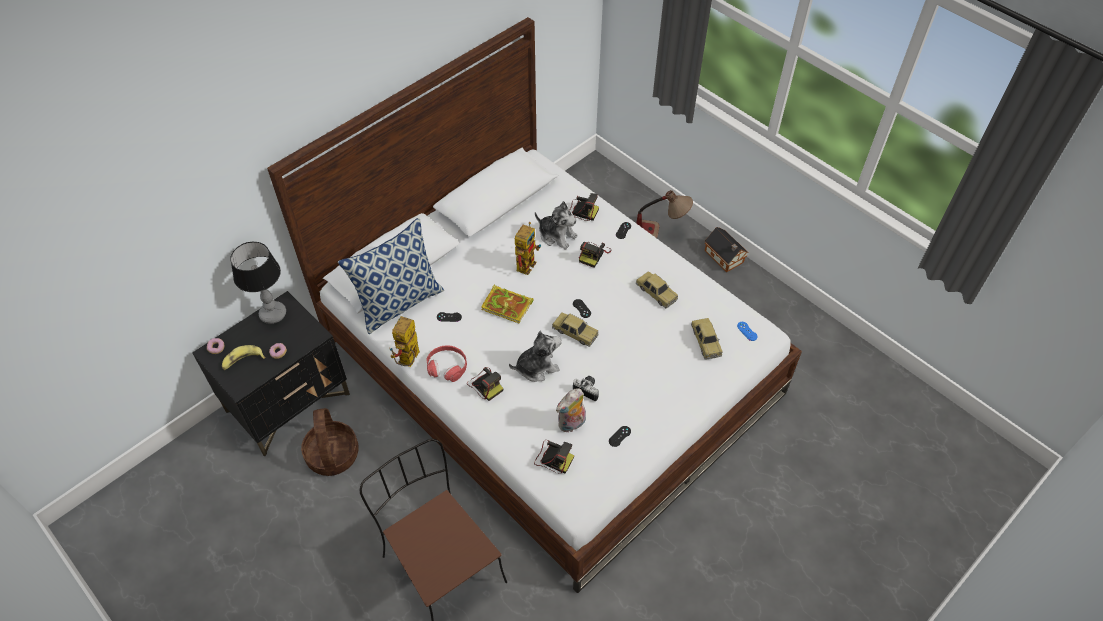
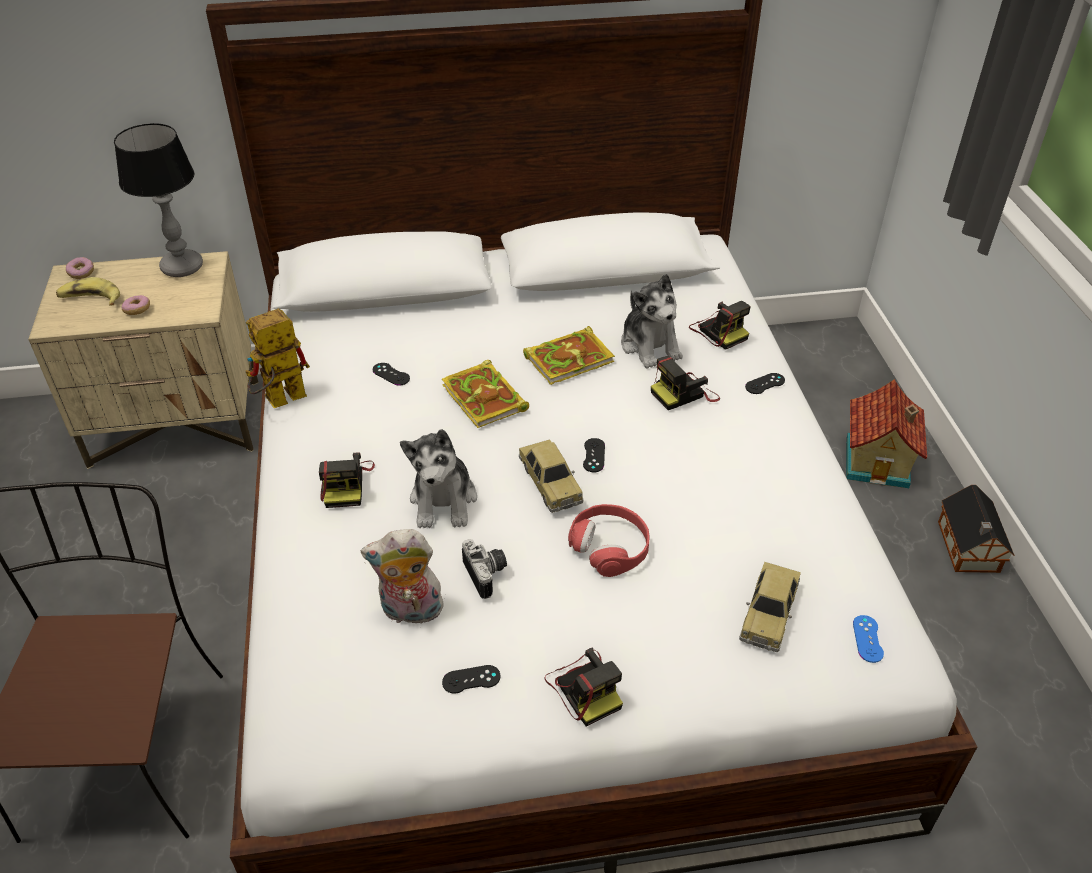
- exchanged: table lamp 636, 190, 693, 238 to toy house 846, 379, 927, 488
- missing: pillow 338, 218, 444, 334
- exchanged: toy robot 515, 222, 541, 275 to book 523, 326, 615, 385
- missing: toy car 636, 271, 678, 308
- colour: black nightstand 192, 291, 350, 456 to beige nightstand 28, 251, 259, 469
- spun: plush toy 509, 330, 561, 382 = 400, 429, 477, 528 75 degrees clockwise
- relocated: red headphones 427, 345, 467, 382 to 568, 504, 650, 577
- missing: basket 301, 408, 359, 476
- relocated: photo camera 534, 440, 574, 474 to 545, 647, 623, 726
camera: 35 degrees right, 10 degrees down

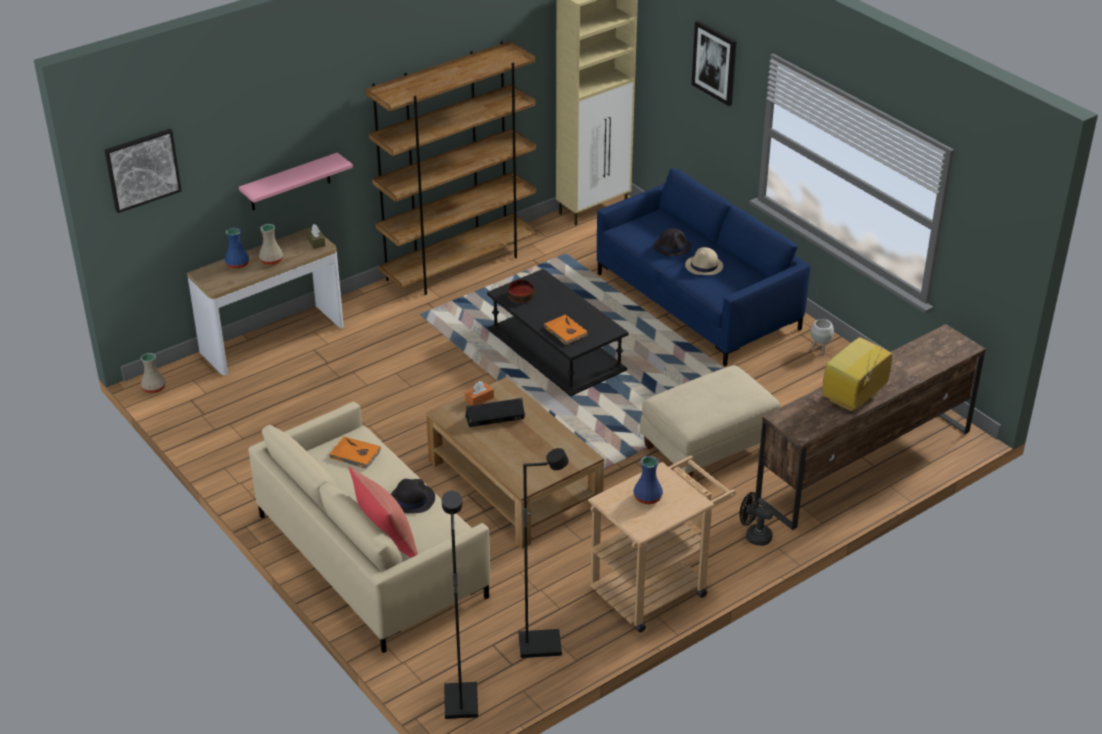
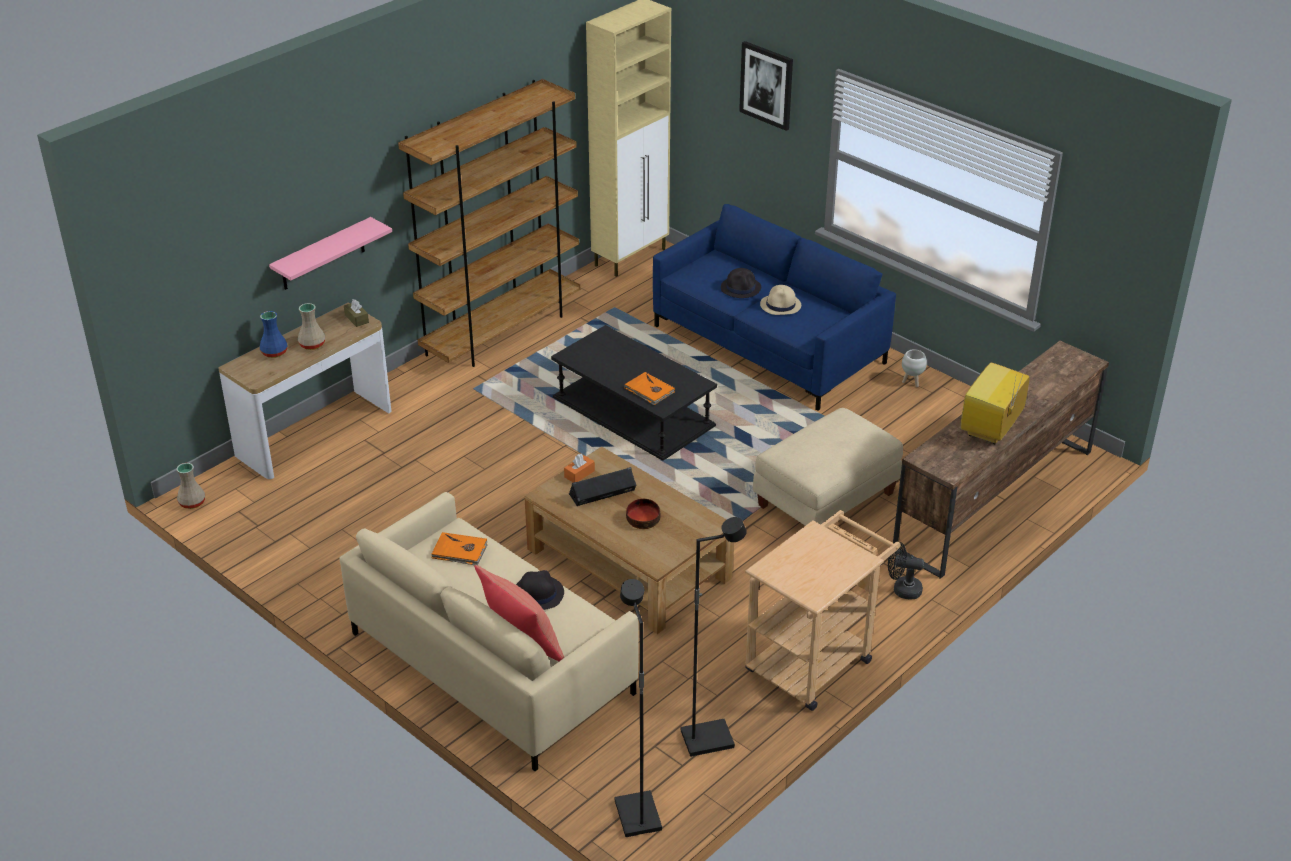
- missing: picture 105, 129, 182, 213
- relocated: bowl 508, 280, 535, 303 to 626, 499, 661, 529
- missing: blue vase 634, 456, 663, 504
camera: 10 degrees left, 0 degrees up

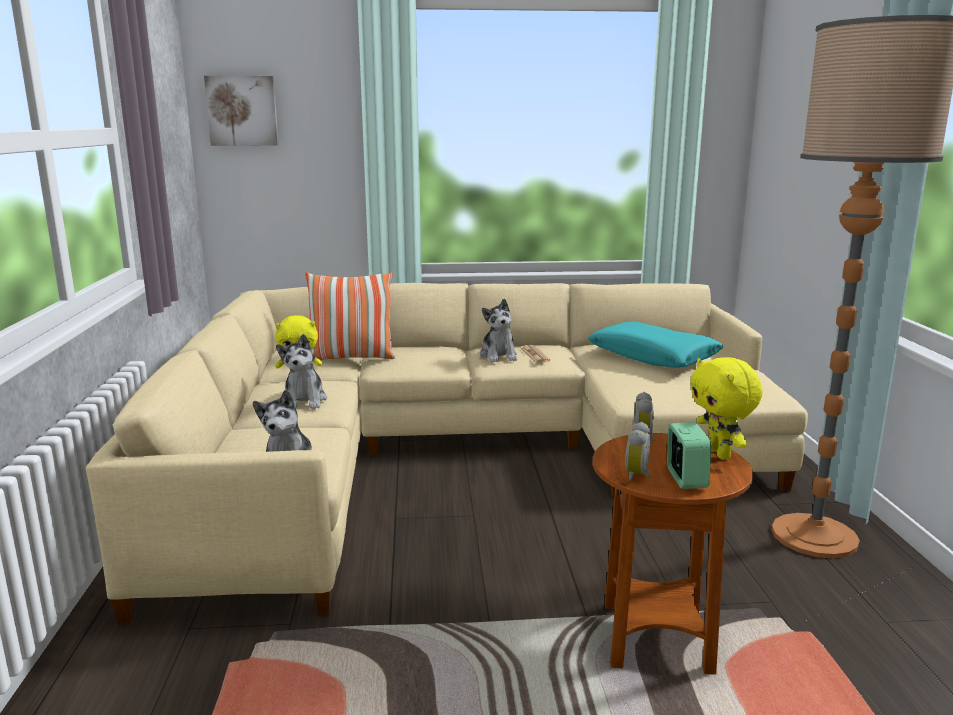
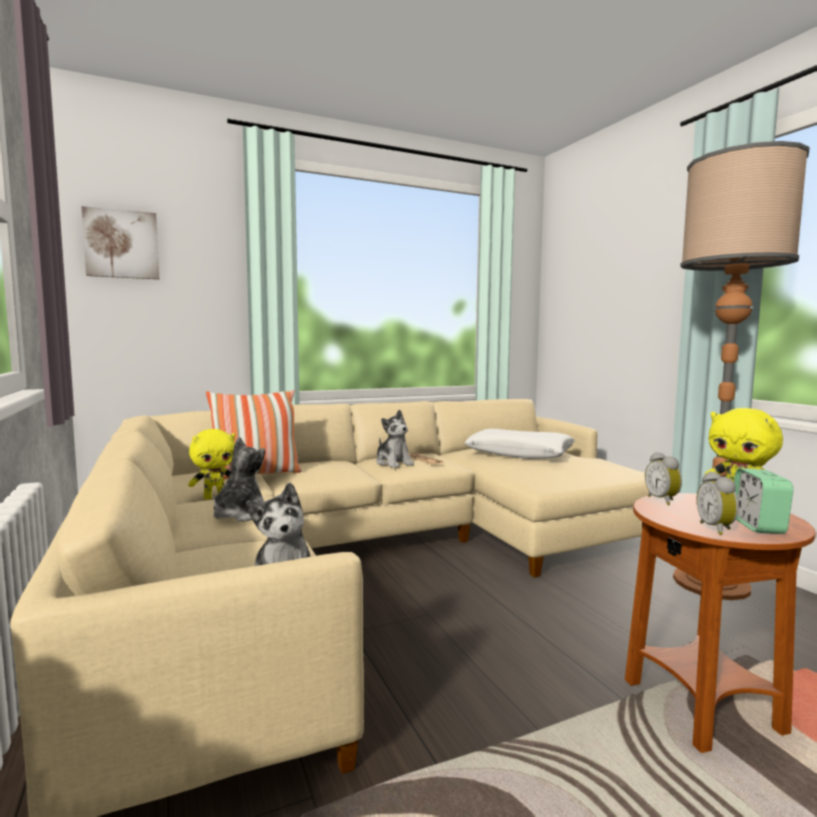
- colour: turquoise pillow 588, 322, 723, 368 to white pillow 464, 429, 575, 459
- spun: plush toy 276, 334, 327, 409 = 213, 436, 265, 522 135 degrees counterclockwise
- spun: alarm clock 667, 422, 711, 489 = 734, 468, 793, 534 150 degrees counterclockwise
camera: 20 degrees left, 10 degrees down

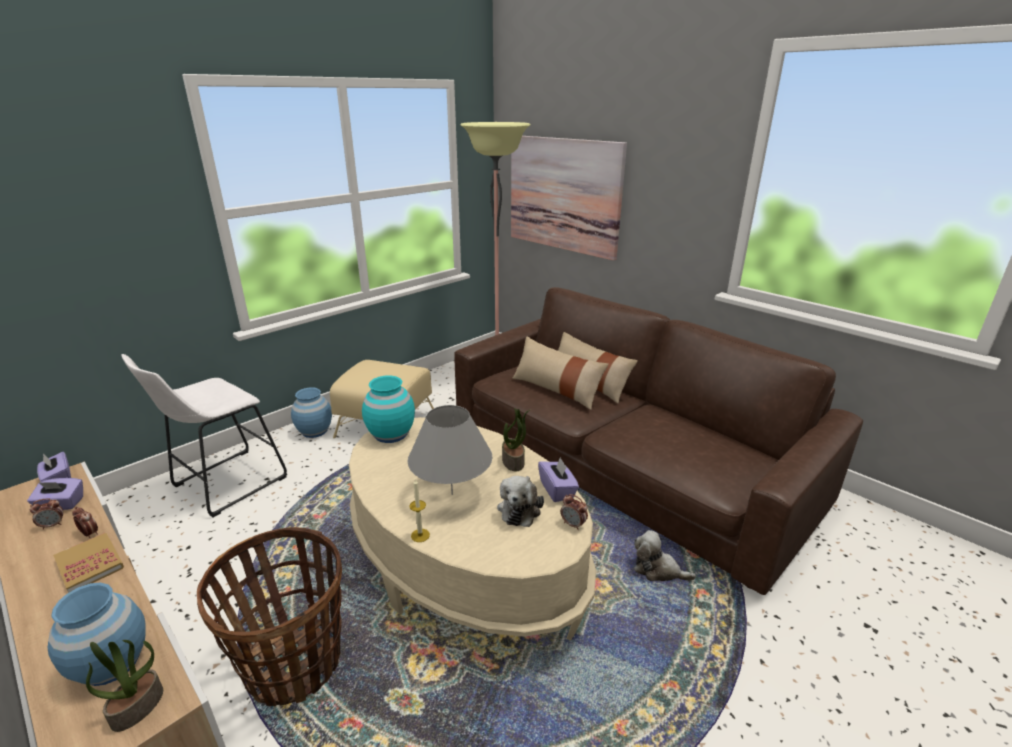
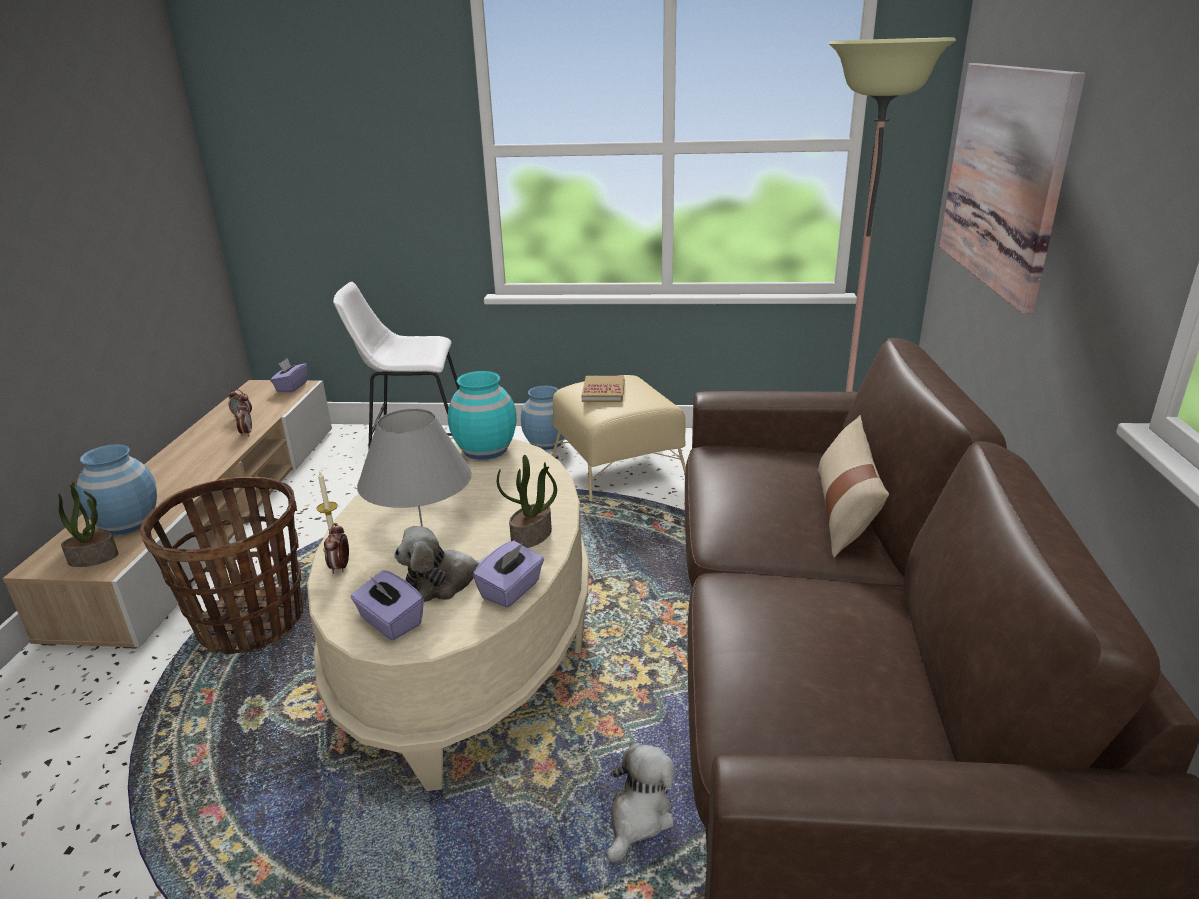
- missing: beige pillow 513, 337, 609, 410
- relocated: purple tissue box 27, 478, 83, 510 to 351, 571, 424, 640
- relocated: alarm clock 561, 494, 588, 530 to 324, 523, 349, 574
- spun: plush toy 634, 530, 696, 581 = 607, 743, 675, 862 45 degrees clockwise
- relocated: book 53, 533, 124, 593 to 581, 376, 625, 402
camera: 50 degrees right, 0 degrees up

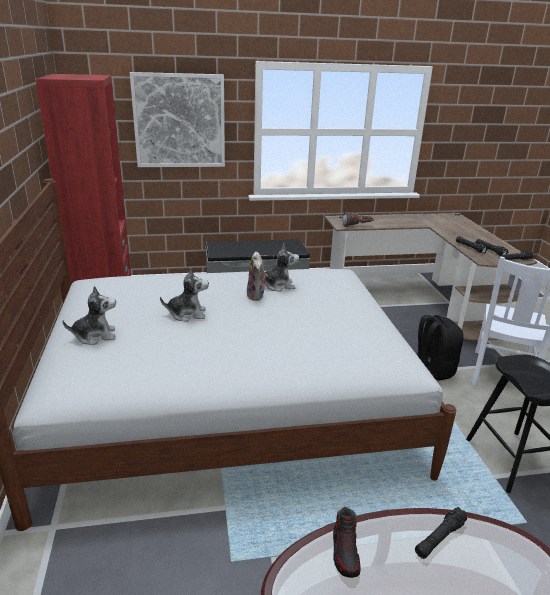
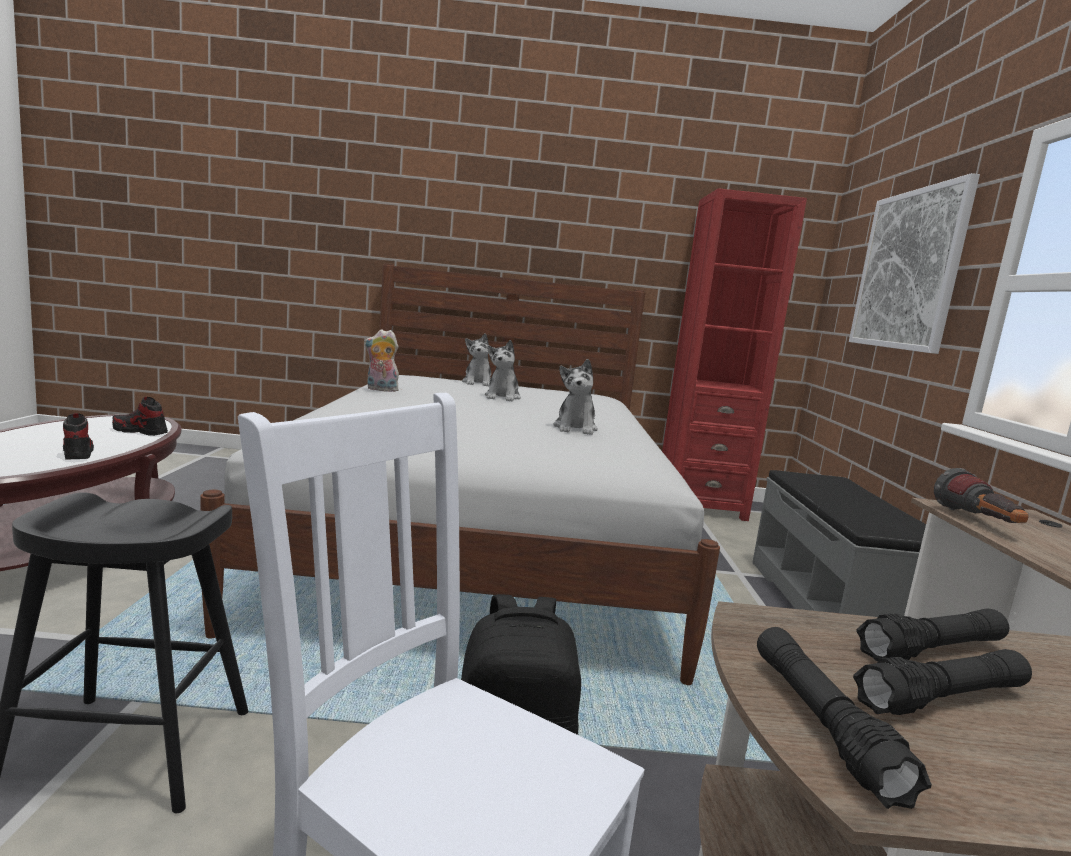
- relocated: plush toy 246, 251, 268, 301 to 364, 329, 399, 392
- exchanged: black flashlight 415, 507, 468, 559 to shoe 63, 413, 94, 460
camera: 100 degrees right, 15 degrees down

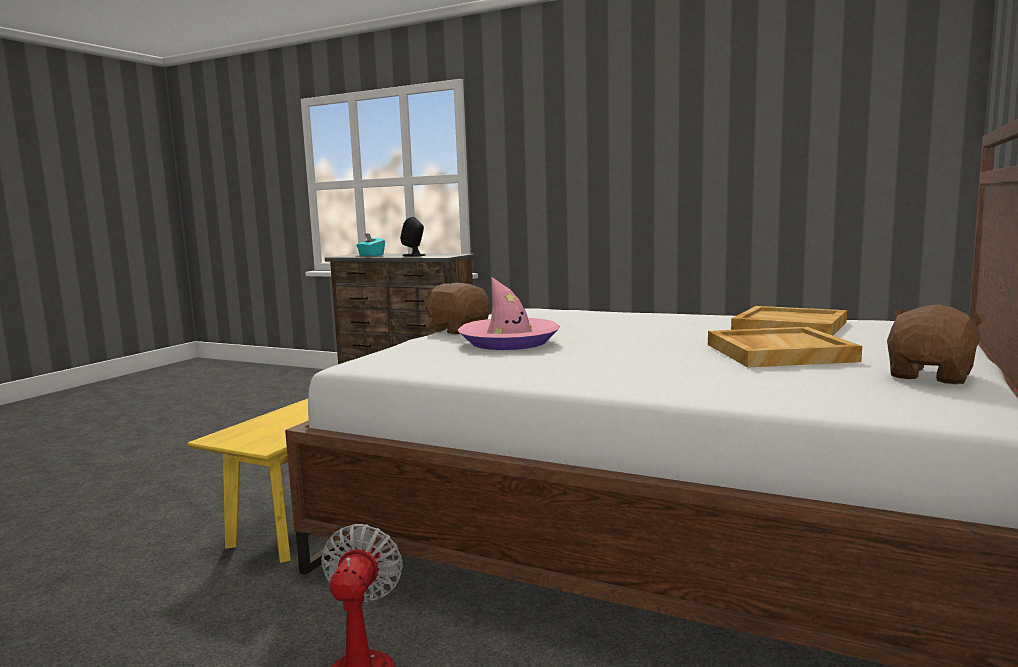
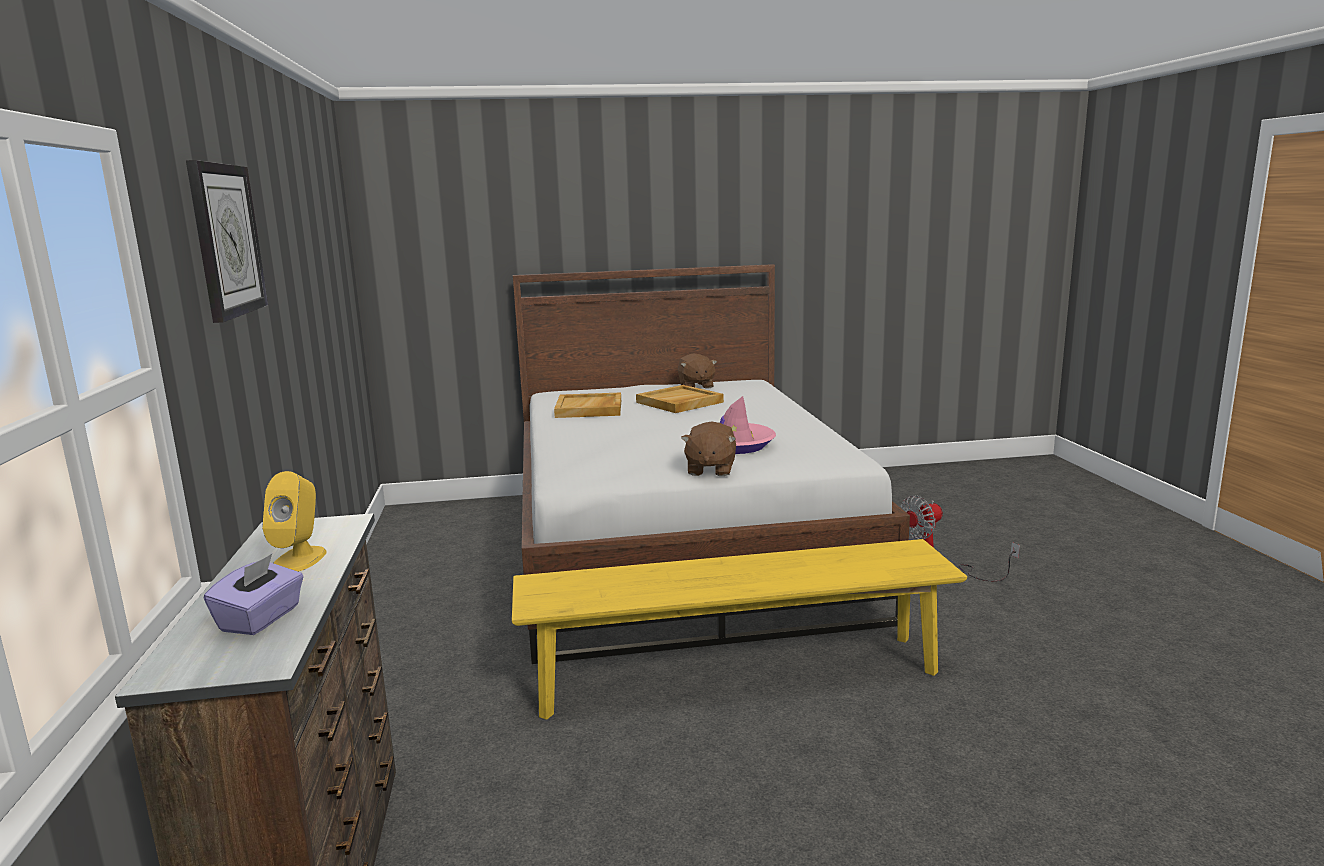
- colour: black speaker 400, 217, 426, 257 to yellow speaker 262, 471, 327, 572
- colour: turquoise tissue box 356, 233, 385, 256 to purple tissue box 204, 554, 304, 635
- spun: brown plush toy 887, 304, 988, 384 = 678, 353, 717, 389 105 degrees counterclockwise
- appeared: wall clock 186, 160, 268, 323
camera: 125 degrees left, 5 degrees up

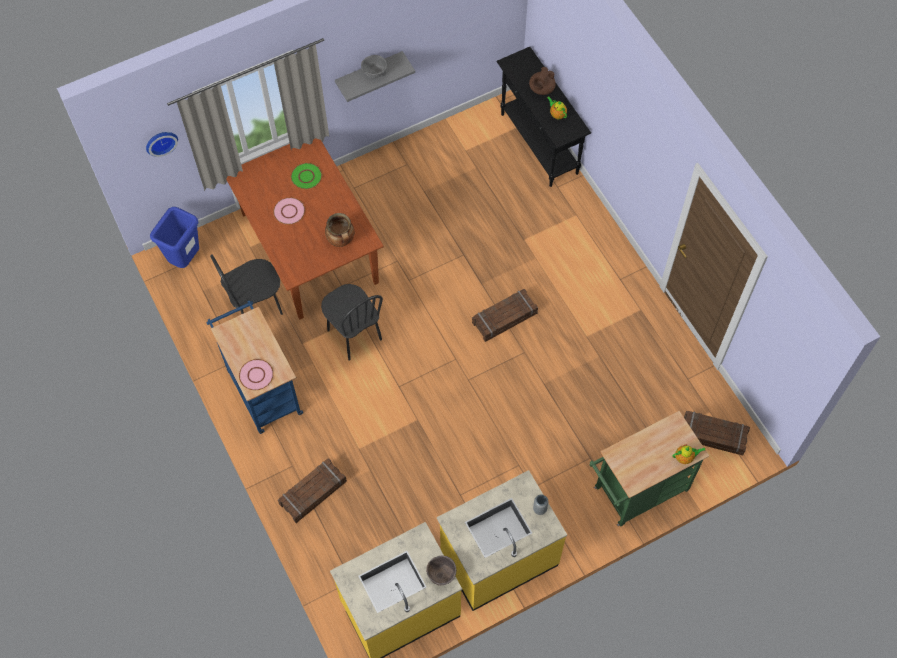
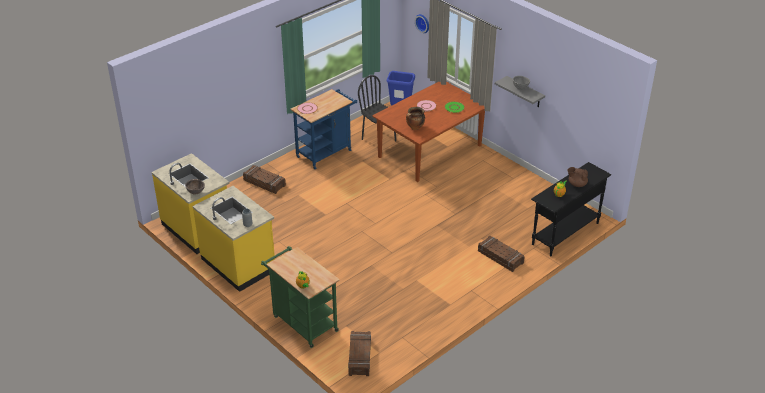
- missing: black chair 321, 284, 383, 361
- relocated: crate 472, 289, 538, 342 to 478, 236, 525, 272
camera: 75 degrees right, 25 degrees down

